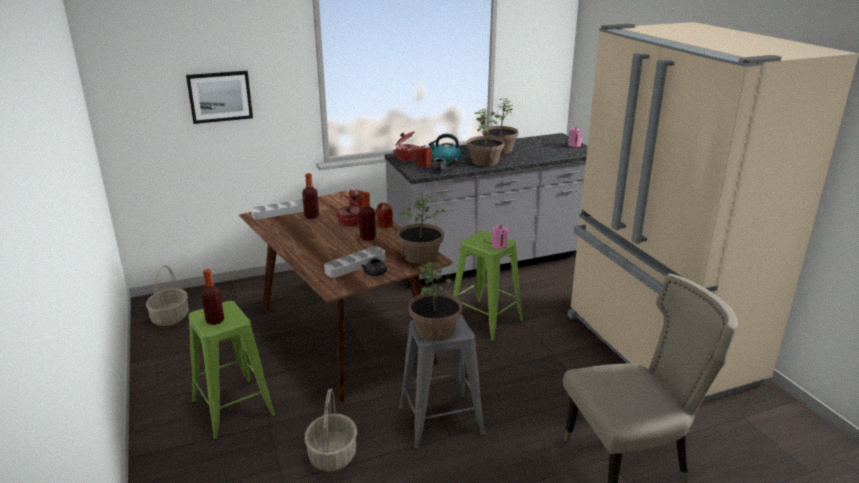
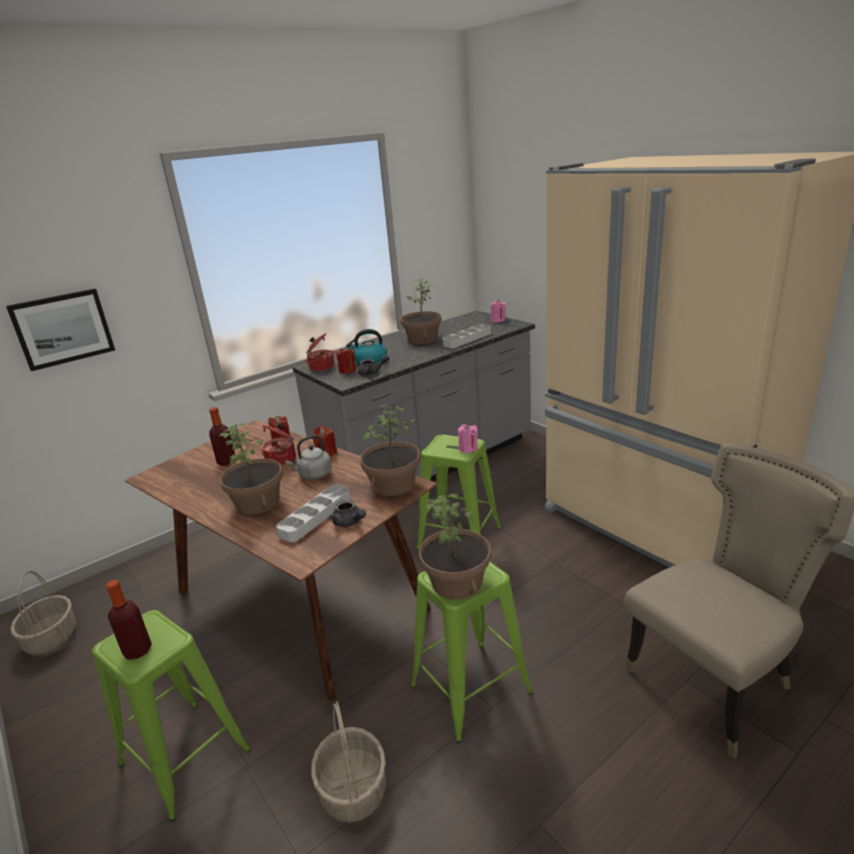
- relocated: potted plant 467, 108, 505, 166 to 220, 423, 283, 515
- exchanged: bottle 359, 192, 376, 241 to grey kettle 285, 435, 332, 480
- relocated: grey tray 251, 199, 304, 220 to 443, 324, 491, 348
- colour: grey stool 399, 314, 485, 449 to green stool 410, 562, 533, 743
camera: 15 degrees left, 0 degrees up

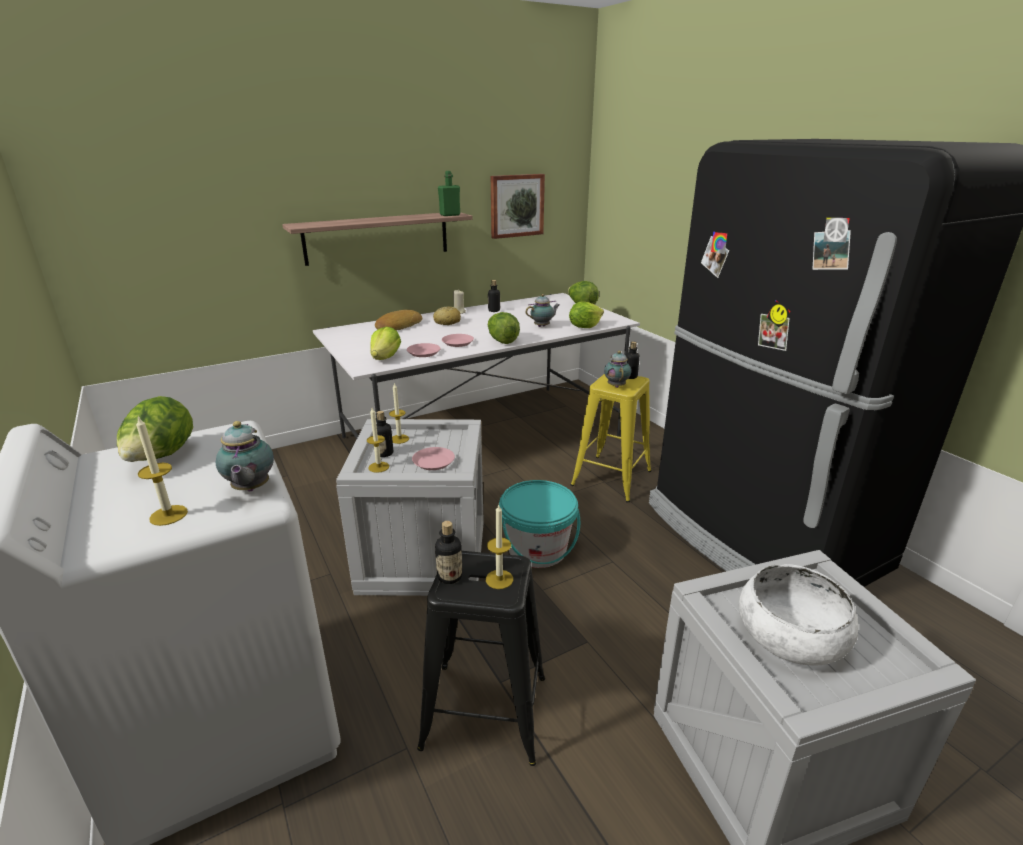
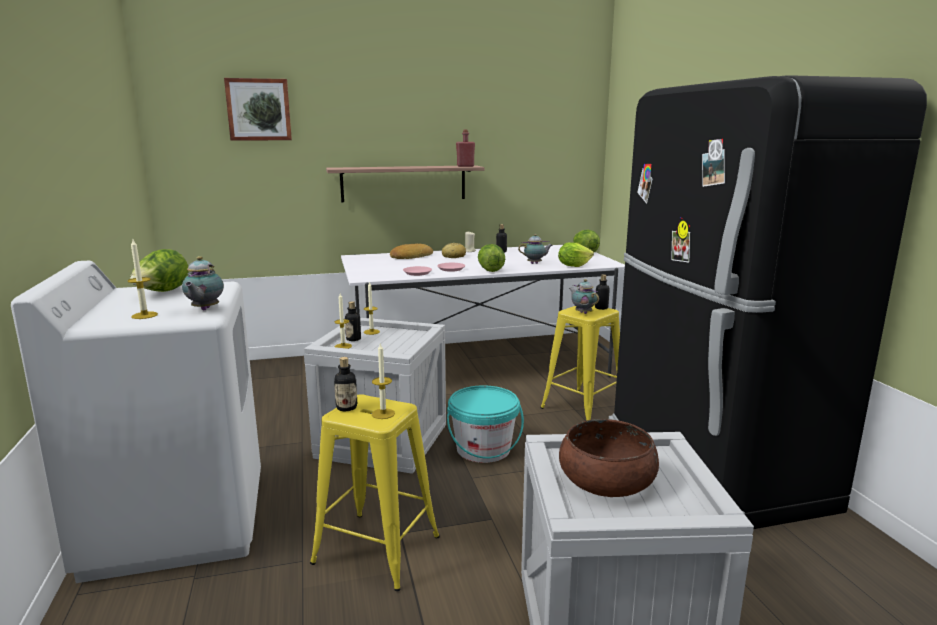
- colour: green bottle 438, 171, 460, 216 to red bottle 456, 130, 475, 167
- relocated: picture 491, 174, 545, 239 to 224, 78, 292, 141
- missing: lettuce 370, 326, 401, 360
- spun: teapot 604, 351, 631, 388 = 569, 279, 599, 314 45 degrees counterclockwise
- missing: pink plate 412, 447, 455, 470
- colour: black stool 417, 551, 545, 766 to yellow stool 310, 394, 440, 591
- colour: white bowl 739, 564, 858, 665 to brown bowl 559, 419, 659, 497
camera: 15 degrees right, 10 degrees down

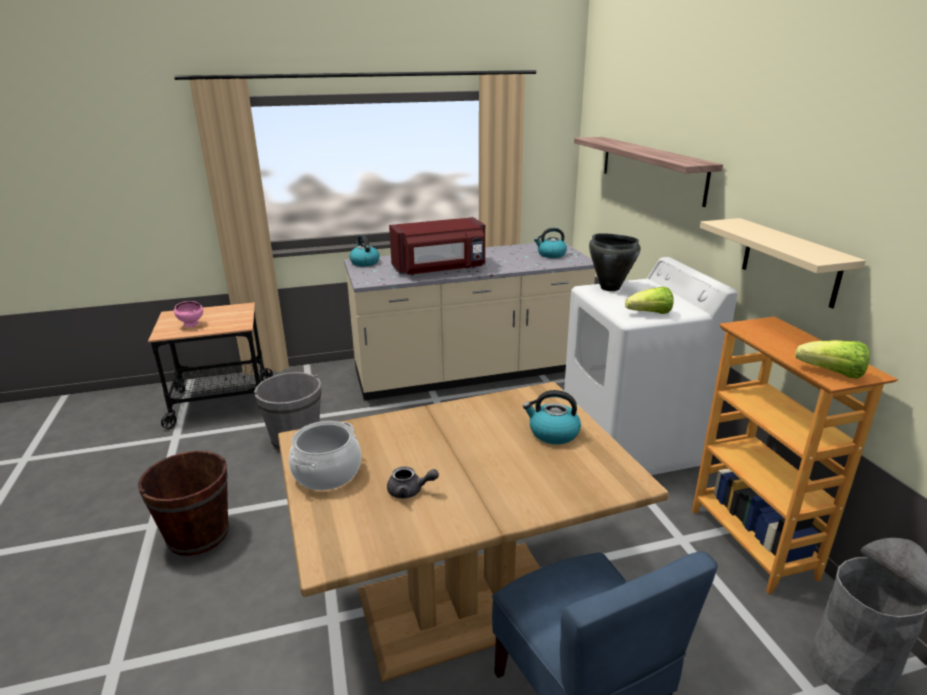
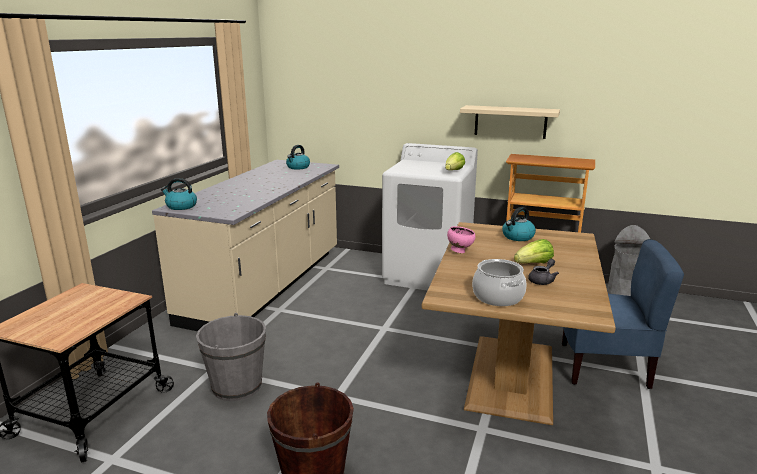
- missing: shelf 574, 137, 723, 207
- missing: red microwave 389, 217, 485, 275
- missing: black cooking pot 589, 233, 640, 291
- relocated: pink bowl 174, 301, 203, 328 to 447, 226, 476, 253
- relocated: lettuce 795, 340, 870, 378 to 514, 239, 554, 263
camera: 55 degrees left, 5 degrees down

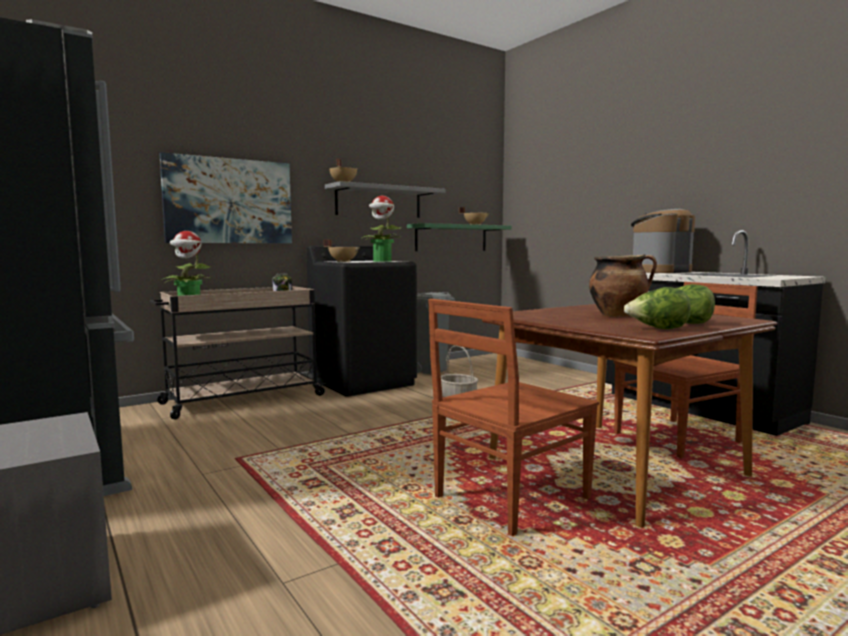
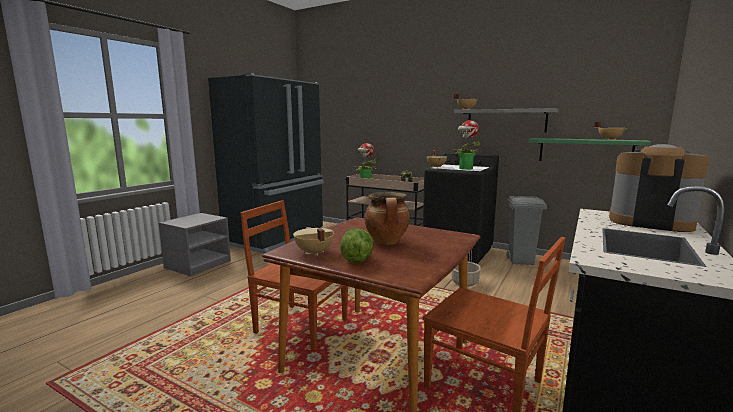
- missing: picture 159, 152, 292, 243
- exchanged: lettuce 624, 287, 691, 329 to beige cooking pot 293, 227, 334, 256
camera: 65 degrees right, 5 degrees up

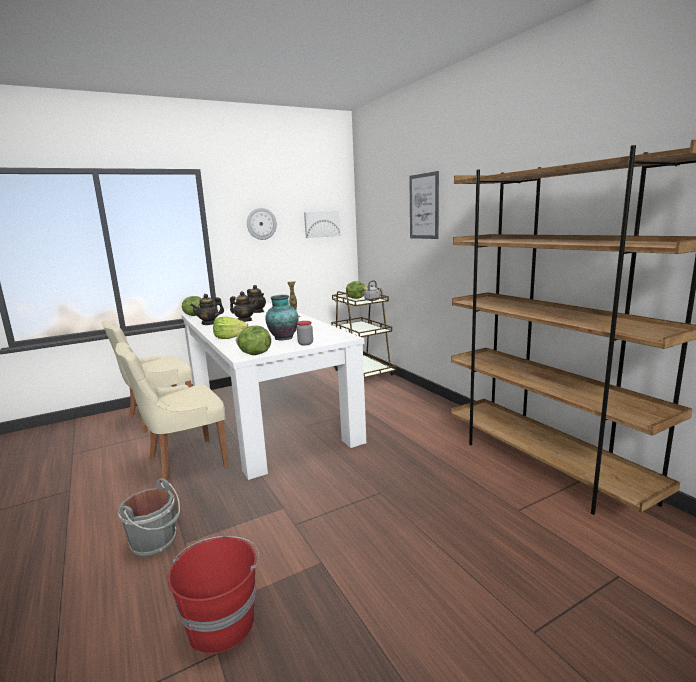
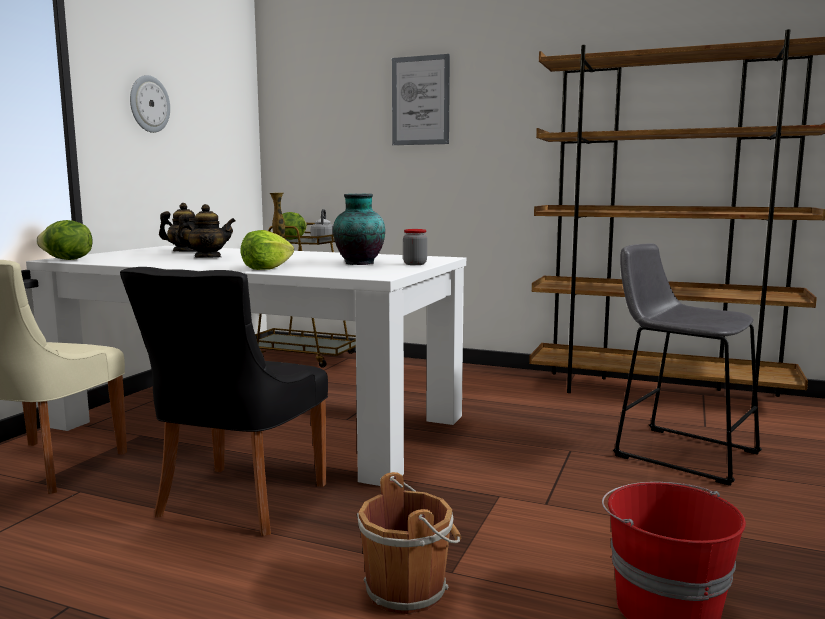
- missing: picture 304, 211, 340, 238
- missing: teapot 190, 294, 224, 325
- missing: lettuce 236, 326, 271, 355
- colour: beige chair 115, 342, 229, 481 to black chair 120, 267, 328, 536
- colour: grey bucket 118, 478, 180, 558 to brown bucket 357, 472, 462, 614
- appeared: grey stool 613, 243, 762, 486
camera: 40 degrees left, 5 degrees down

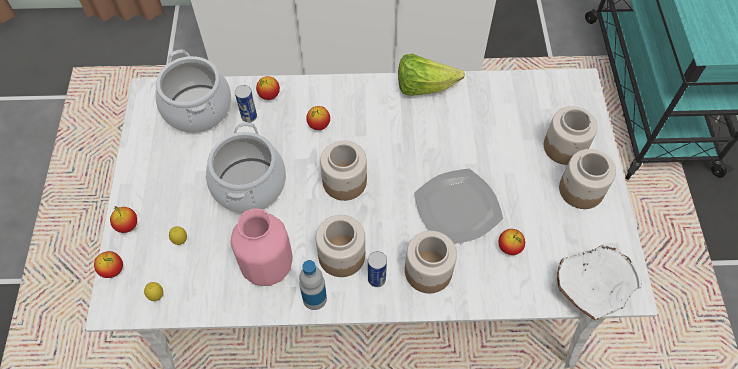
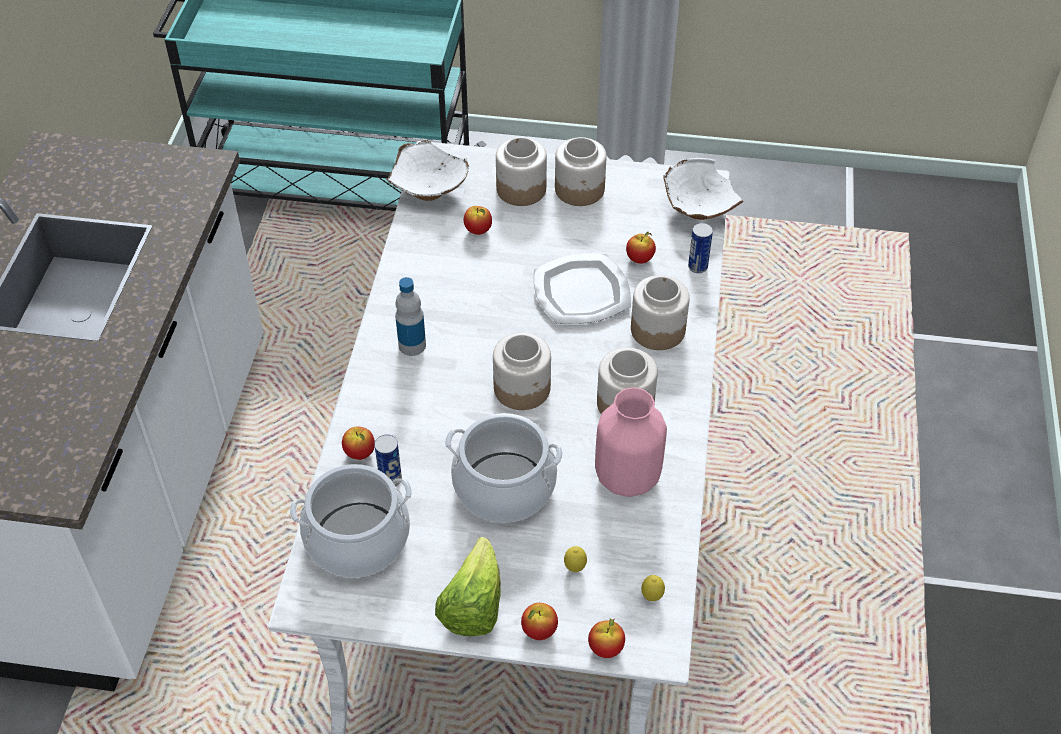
- relocated: lettuce 398, 54, 465, 96 to 435, 537, 501, 636
- relocated: apple 306, 106, 330, 130 to 464, 206, 492, 235
- relocated: can 368, 251, 387, 287 to 688, 223, 713, 273
- relocated: bottle 299, 260, 327, 310 to 395, 277, 426, 356
- appeared: white bowl 387, 140, 469, 201
camera: 80 degrees left, 10 degrees down

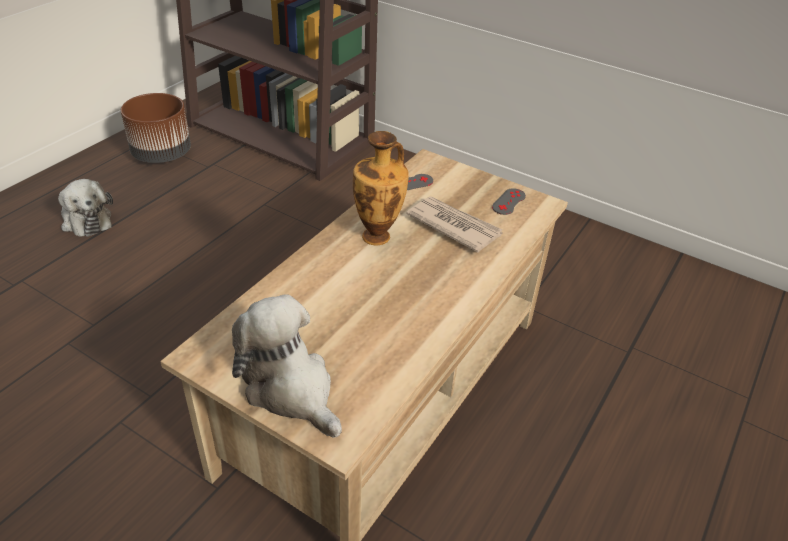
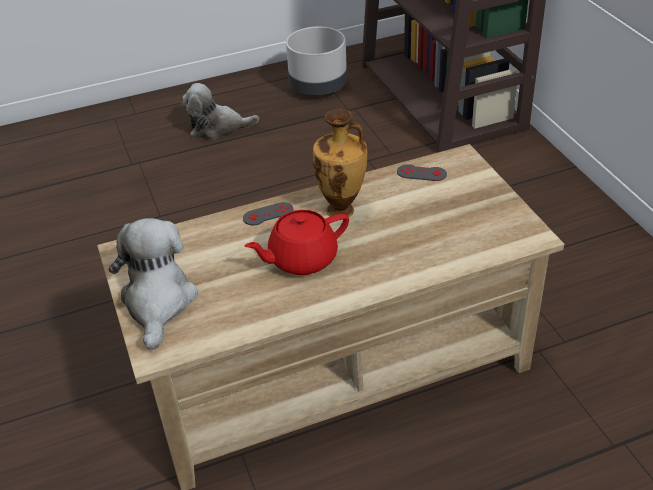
- colour: brown planter 121, 93, 191, 163 to grey planter 286, 27, 347, 95
- spun: plush toy 58, 179, 113, 237 = 181, 83, 259, 140 90 degrees clockwise
- relocated: grey game controller 492, 188, 526, 215 to 243, 202, 294, 225
- missing: newspaper 406, 196, 503, 253
- appeared: red teapot 245, 210, 349, 275
camera: 40 degrees right, 0 degrees up

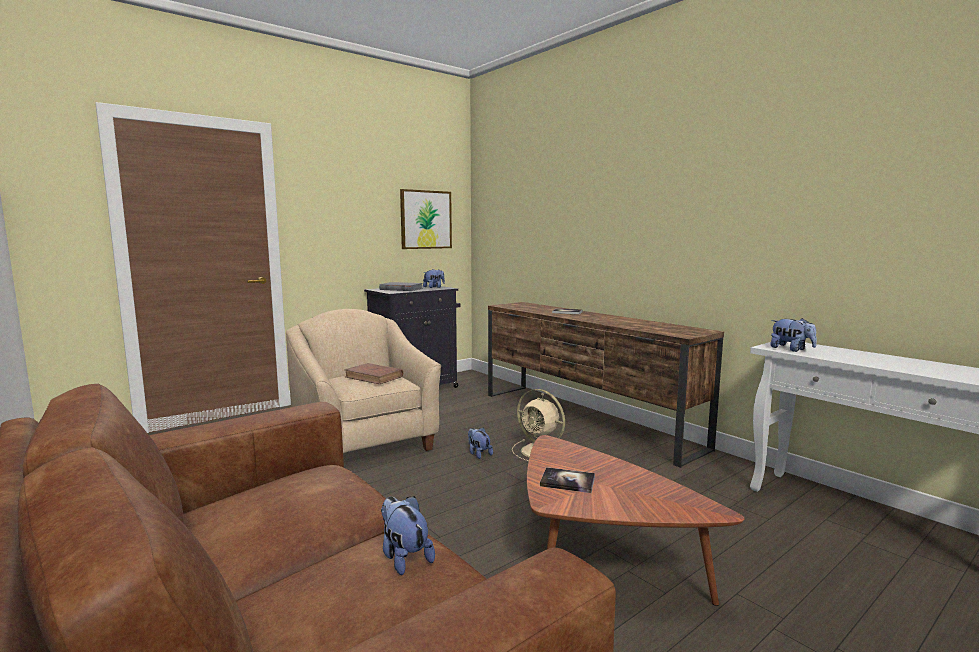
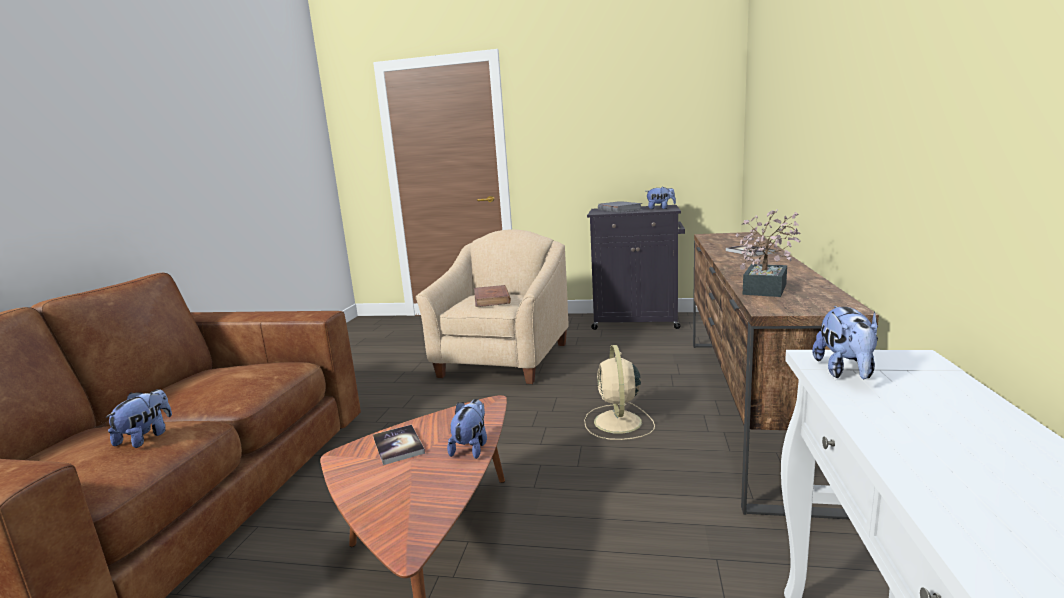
- missing: picture 400, 189, 452, 249
- relocated: plush toy 468, 427, 493, 459 to 447, 399, 487, 459
- appeared: potted plant 735, 210, 801, 297
camera: 50 degrees right, 5 degrees up

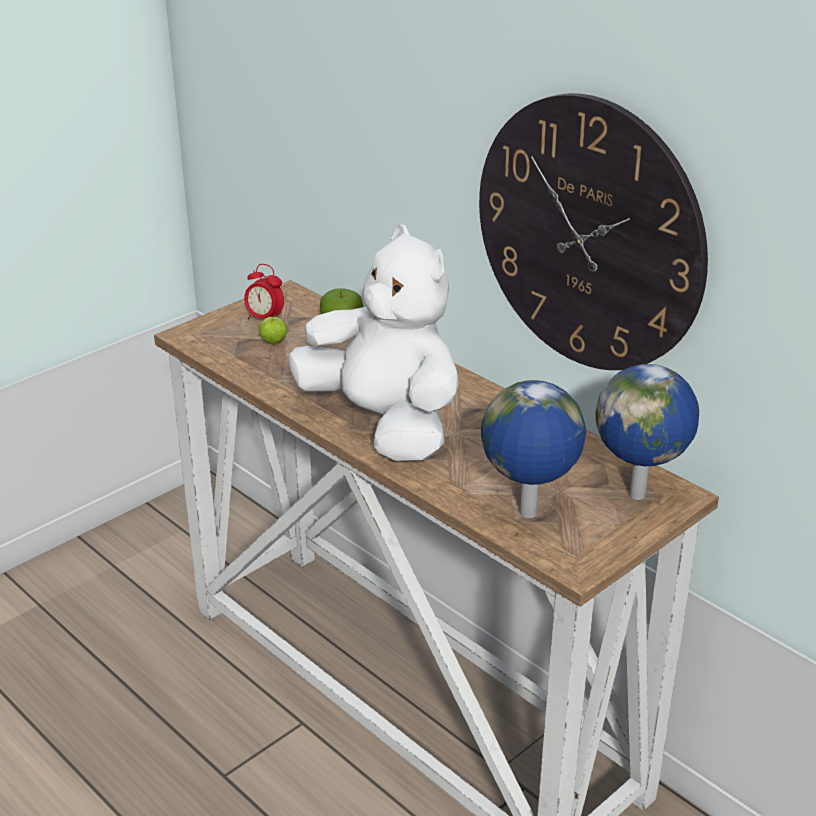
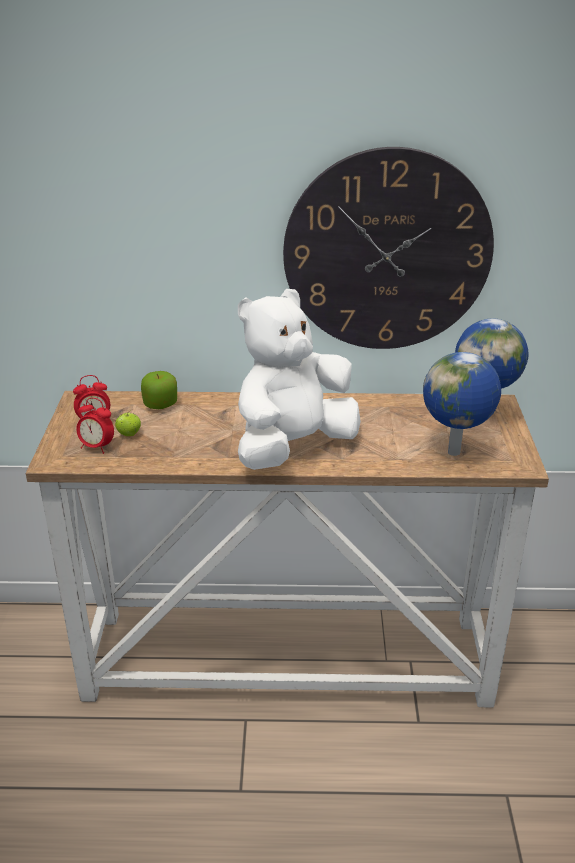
- spun: white plush toy 287, 224, 459, 461 = 238, 289, 361, 470 45 degrees counterclockwise
- appeared: alarm clock 76, 398, 114, 454
camera: 45 degrees left, 0 degrees up

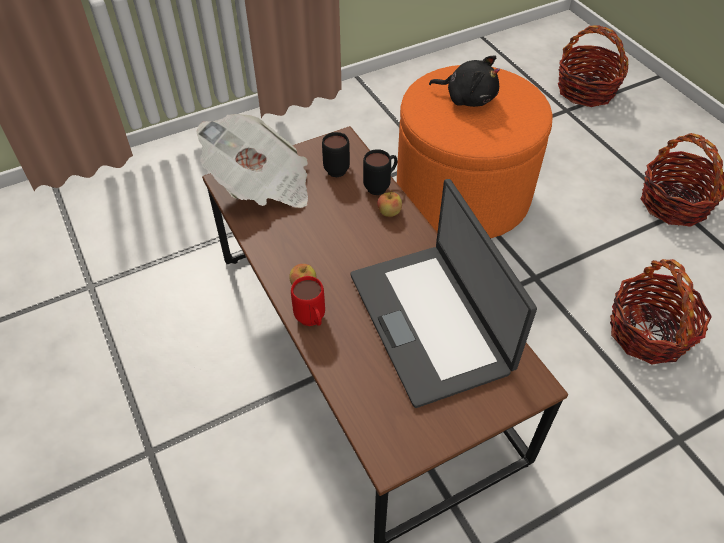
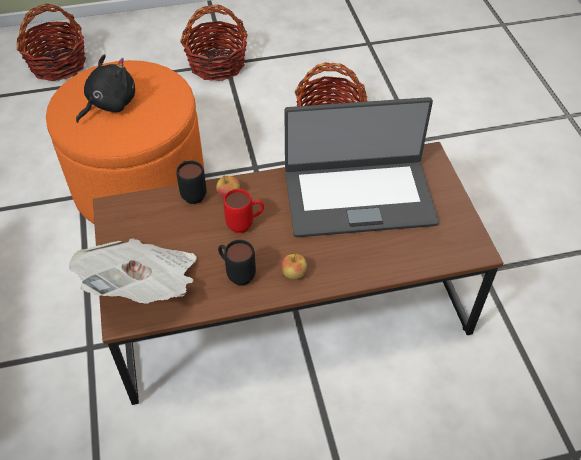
- relocated: black mug 322, 132, 350, 177 to 218, 240, 256, 286
- relocated: red mug 291, 276, 325, 326 to 223, 189, 264, 233
camera: 75 degrees left, 0 degrees up

